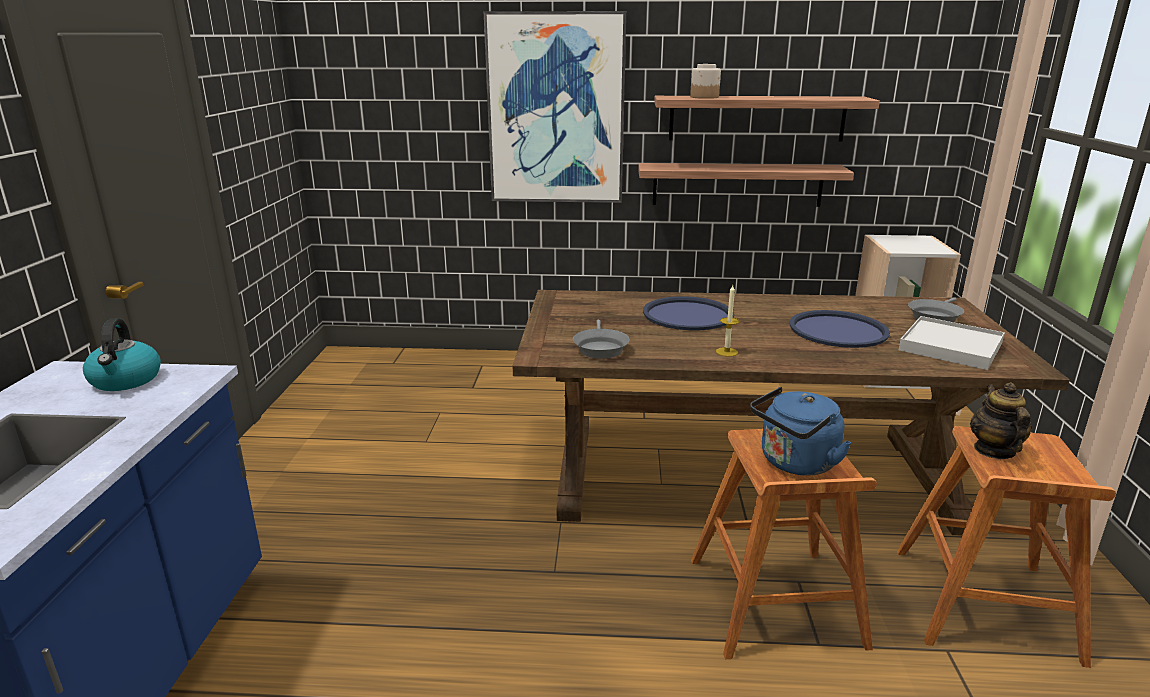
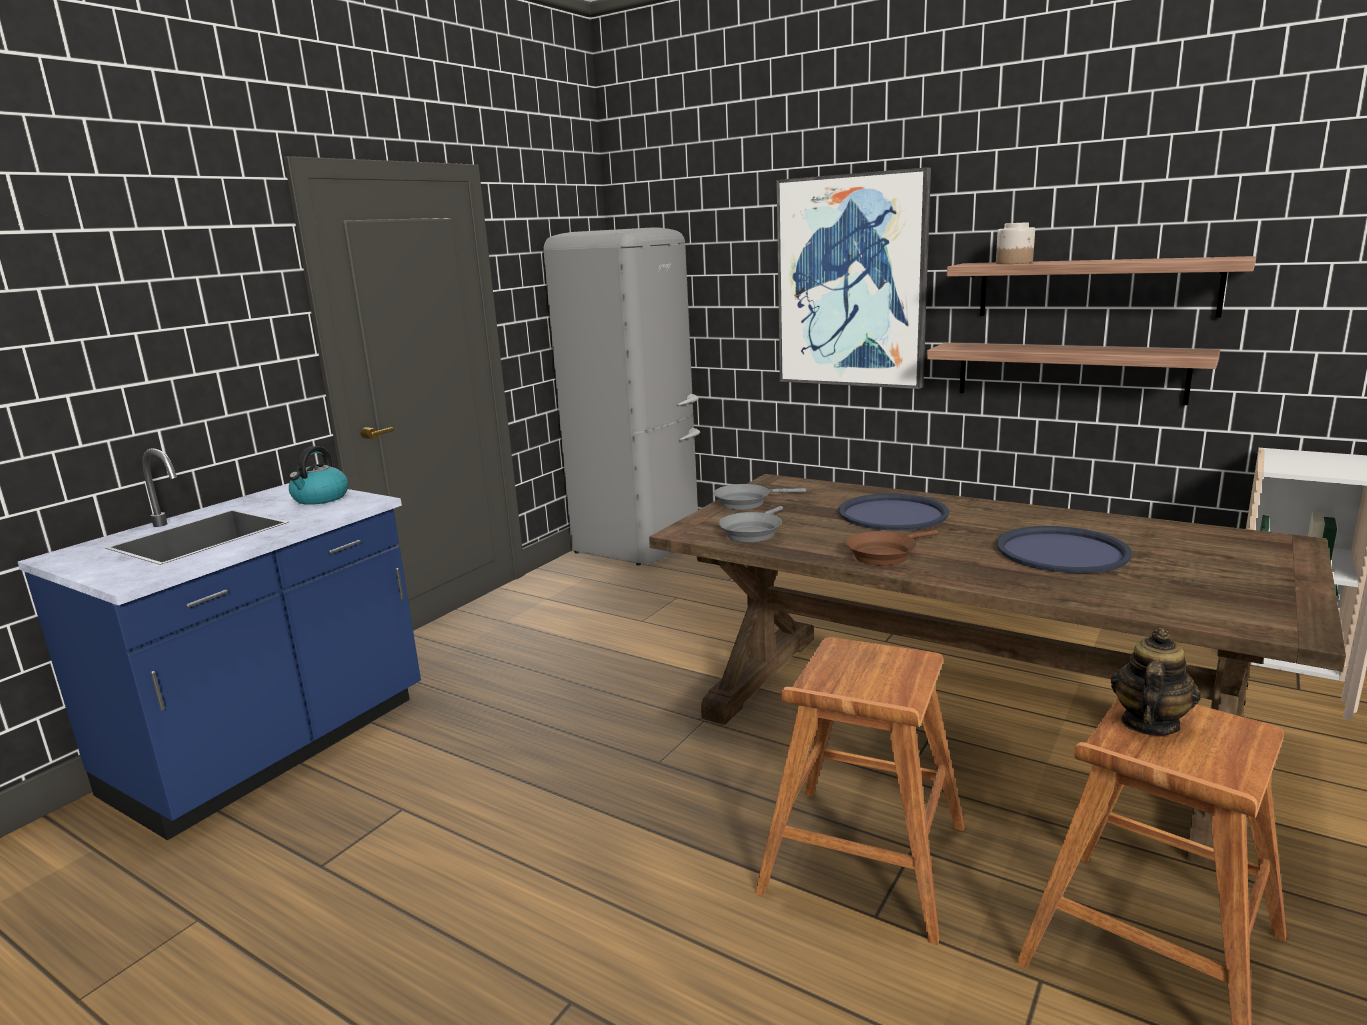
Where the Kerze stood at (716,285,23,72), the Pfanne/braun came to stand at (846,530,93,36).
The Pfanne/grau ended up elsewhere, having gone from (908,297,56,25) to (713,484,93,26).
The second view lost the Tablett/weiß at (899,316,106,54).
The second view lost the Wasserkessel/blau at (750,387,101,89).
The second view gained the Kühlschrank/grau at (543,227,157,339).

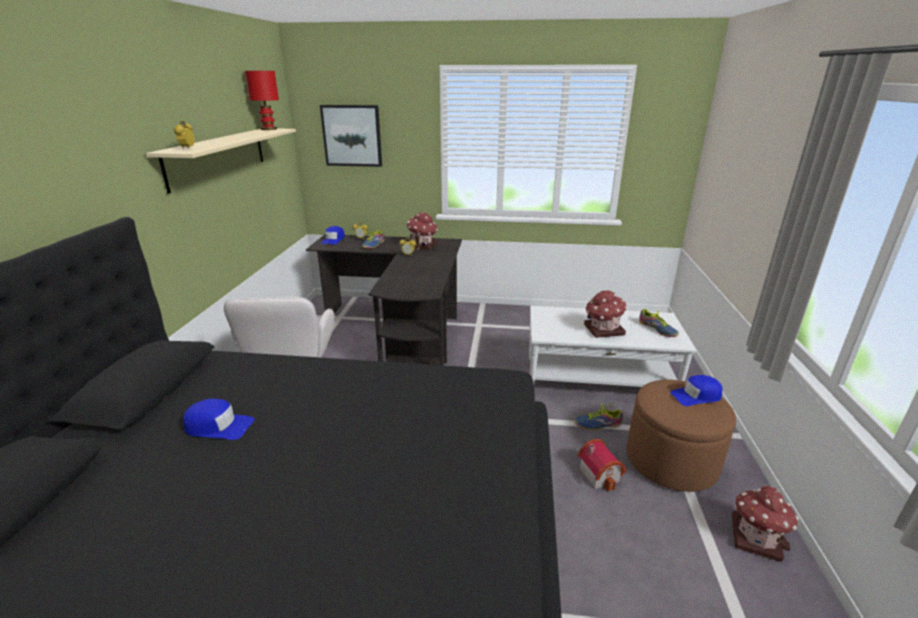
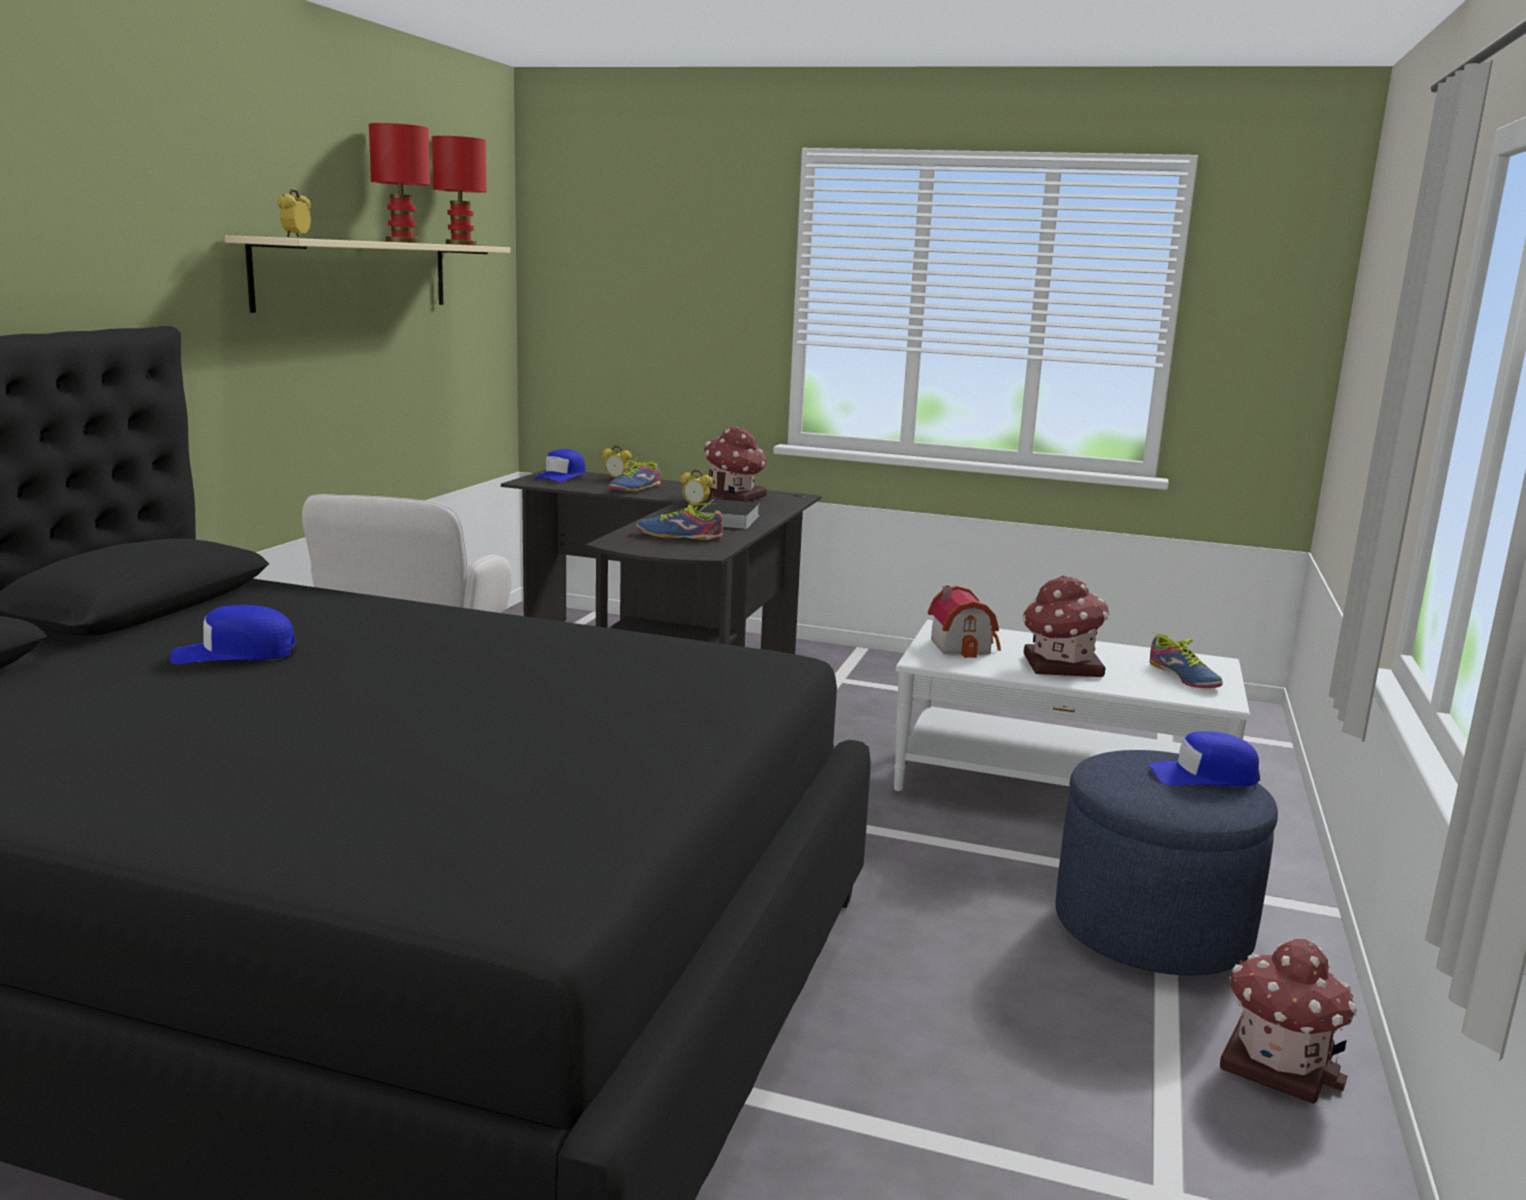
The second view lost the Bild at (320,105,62,62).
What was the Polsterhocker/braun at (627,380,109,112) turned into the Polsterhocker/blau at (1055,750,223,226).
The Kappe/blau at (183,398,71,42) ended up facing another way, 150 degrees clockwise from before.
The Schuh ended up elsewhere, having gone from (574,403,49,27) to (636,503,87,37).
The Spielzeughaus ended up elsewhere, having gone from (578,439,48,53) to (928,585,73,73).
The second view gained the Tischlampe/rot at (369,123,61,120).
The second view gained the Buch at (699,499,61,30).

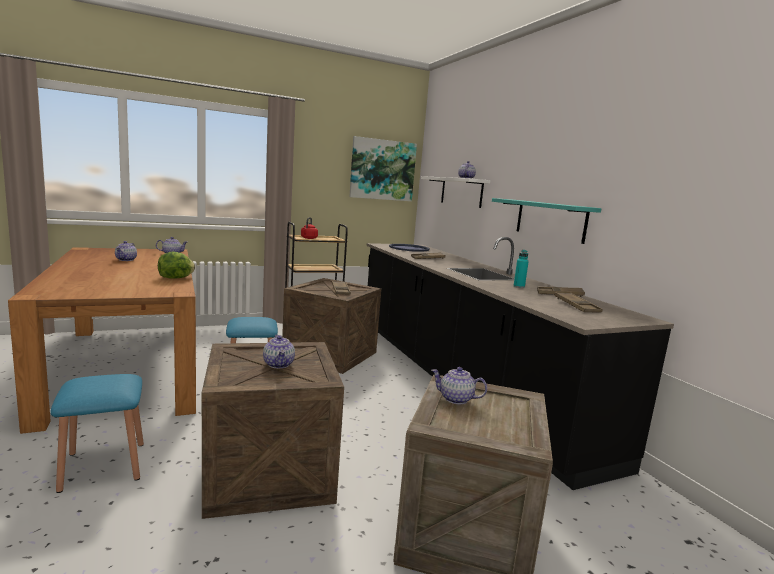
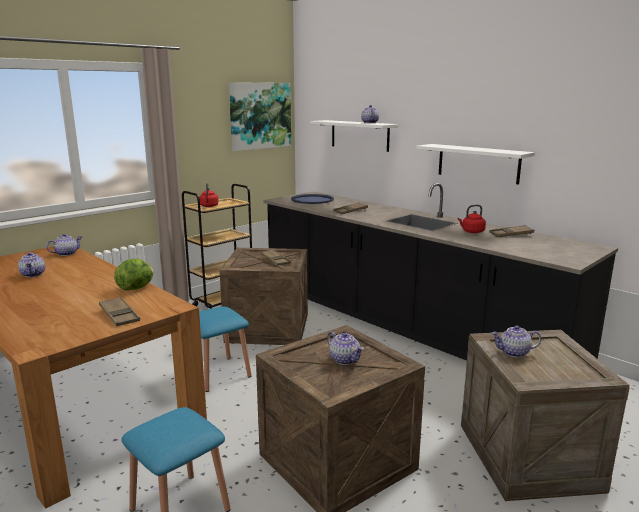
What was the Wandregal/türkis at (492,198,109,46) turned into the Wandregal/weiß at (416,144,119,41).
Where the Flasche/türkis stood at (514,250,15,38), the Wasserkessel/rot came to stand at (457,204,29,29).
The Tablett/braun ended up elsewhere, having gone from (554,292,49,20) to (99,297,41,29).

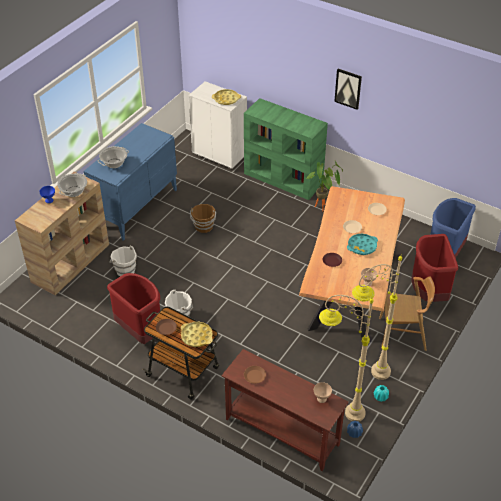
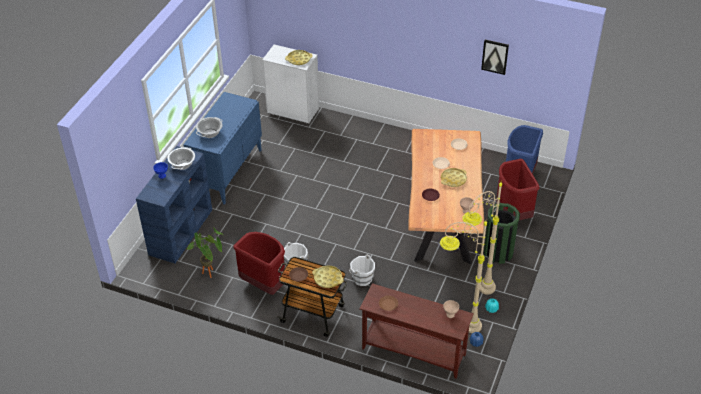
The Bild ended up elsewhere, having gone from (334,69,28,41) to (481,40,28,35).
The second view lost the Bücherregal/grün at (244,98,84,102).
The Topfpflanze ended up elsewhere, having gone from (307,161,36,50) to (187,227,37,51).
What was the Bücherregal/braun at (15,172,94,123) turned into the Bücherregal/blau at (136,146,76,117).
The second view lost the Eimer/braun at (190,204,26,29).
What was the Tablett/türkis at (347,234,31,21) turned into the Tablett/gelb at (441,168,26,19).
The Eimer/weiß ended up elsewhere, having gone from (109,245,28,31) to (349,254,26,32).
Where the Stuhl/braun stood at (379,276,56,75), the Mülleimer/grün came to stand at (484,203,36,61).

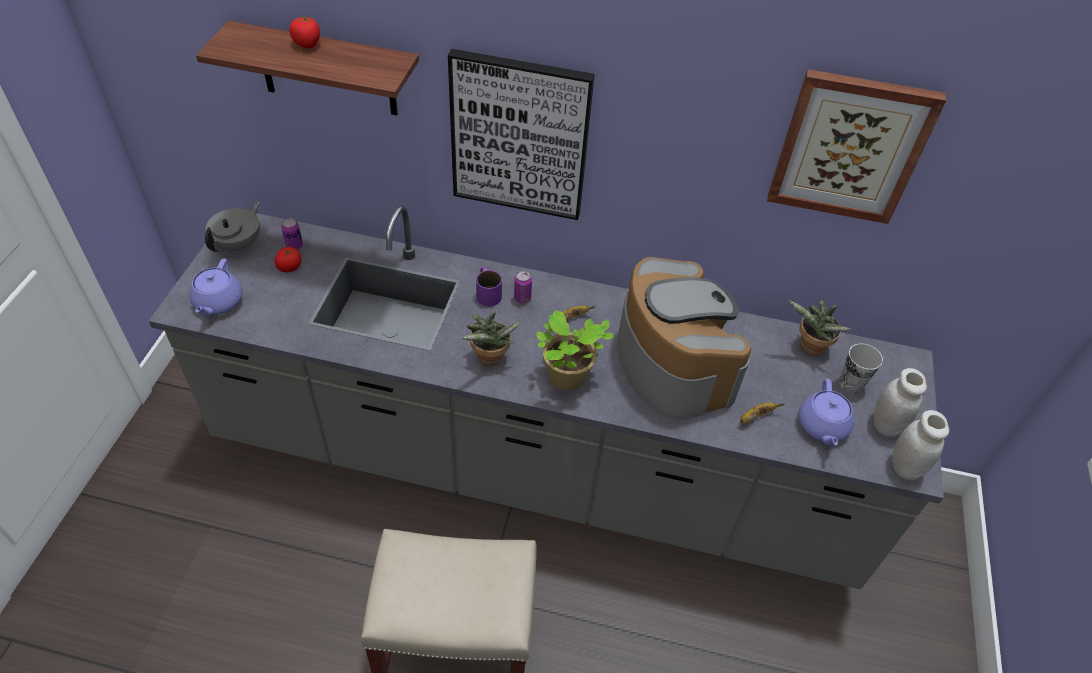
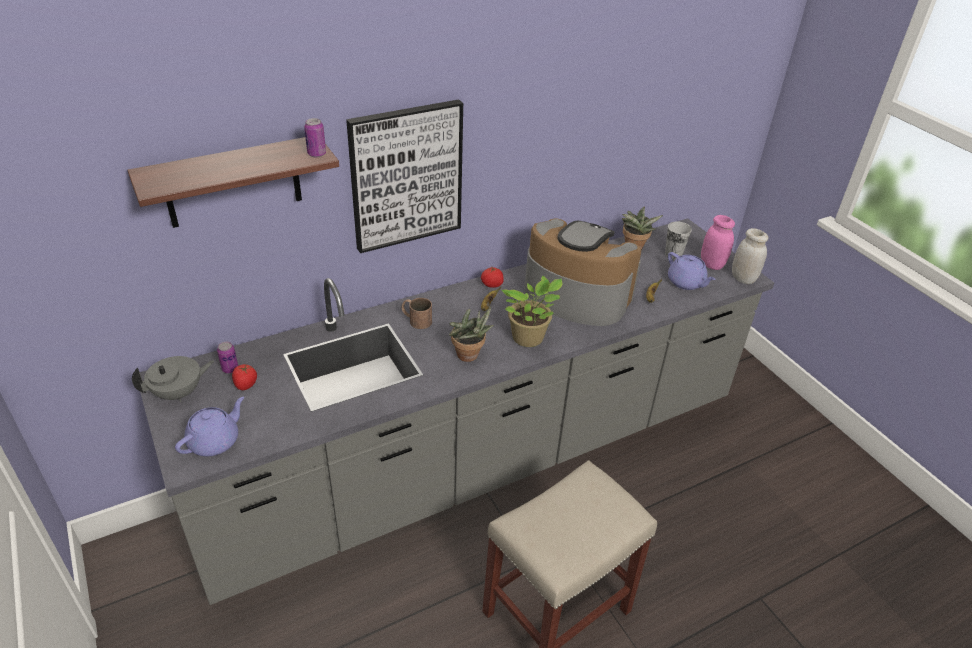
The Tomate ended up elsewhere, having gone from (289,16,31,32) to (481,267,23,21).
The second view lost the Bild at (767,69,179,155).
The Teekanne/grau at (205,202,55,50) ended up facing another way, 75 degrees clockwise from before.
The Teekanne/lila at (189,259,53,57) ended up facing another way, 105 degrees counterclockwise from before.
What was the Henkelbecher/lila at (476,267,26,40) turned into the Henkelbecher/braun at (402,298,30,31).
The Dose ended up elsewhere, having gone from (514,271,18,32) to (304,118,22,39).
What was the Vorratsglas/weiß at (874,368,53,69) turned into the Vorratsglas/rosa at (701,215,34,55).

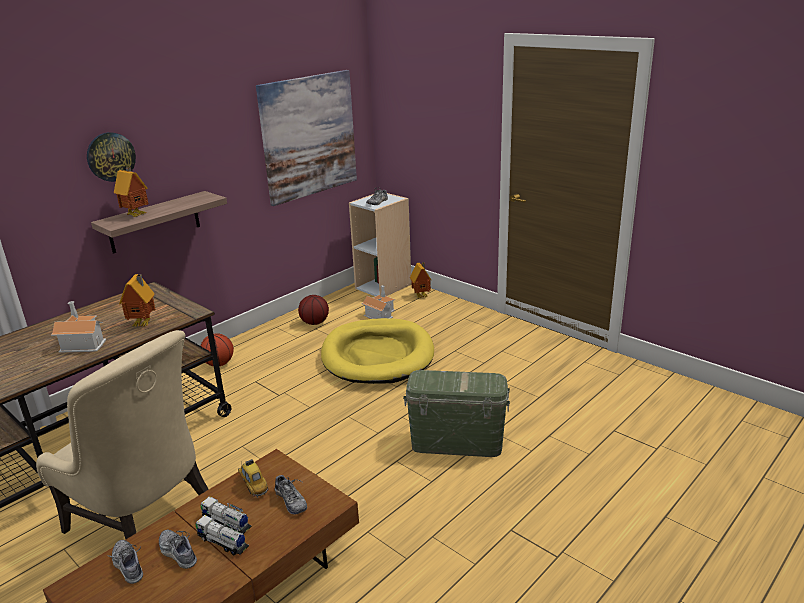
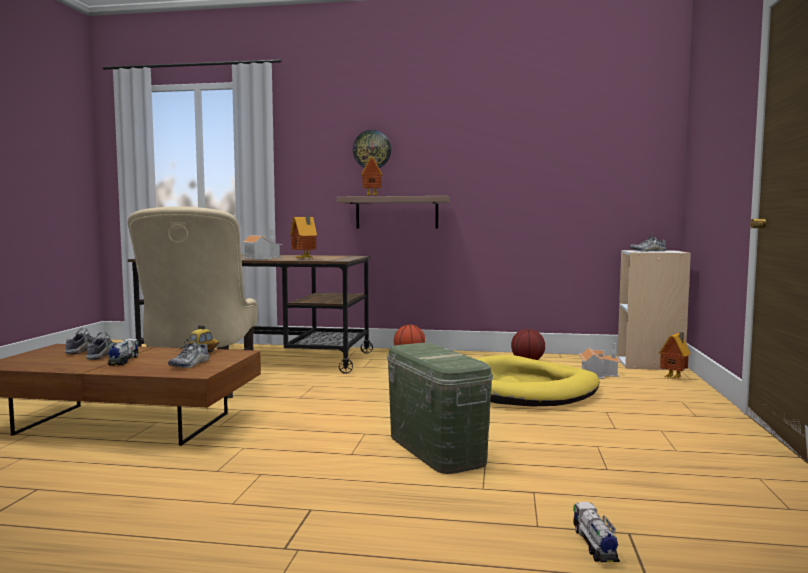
The second view lost the Bild at (256,70,101,136).
The Spielzeuglaster ended up elsewhere, having gone from (200,496,52,38) to (573,502,47,60).

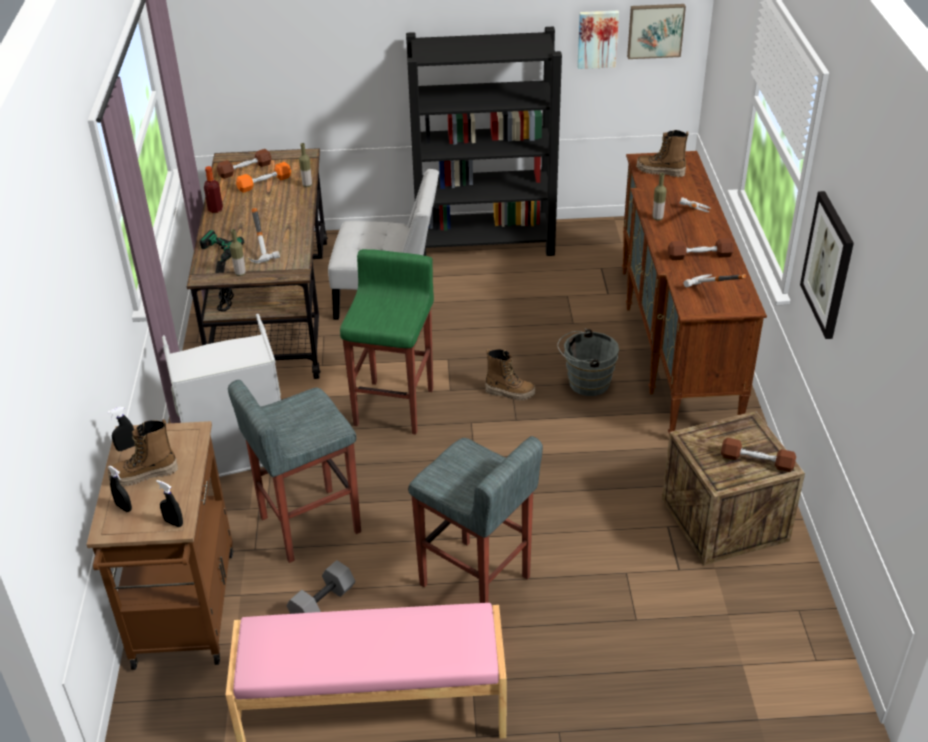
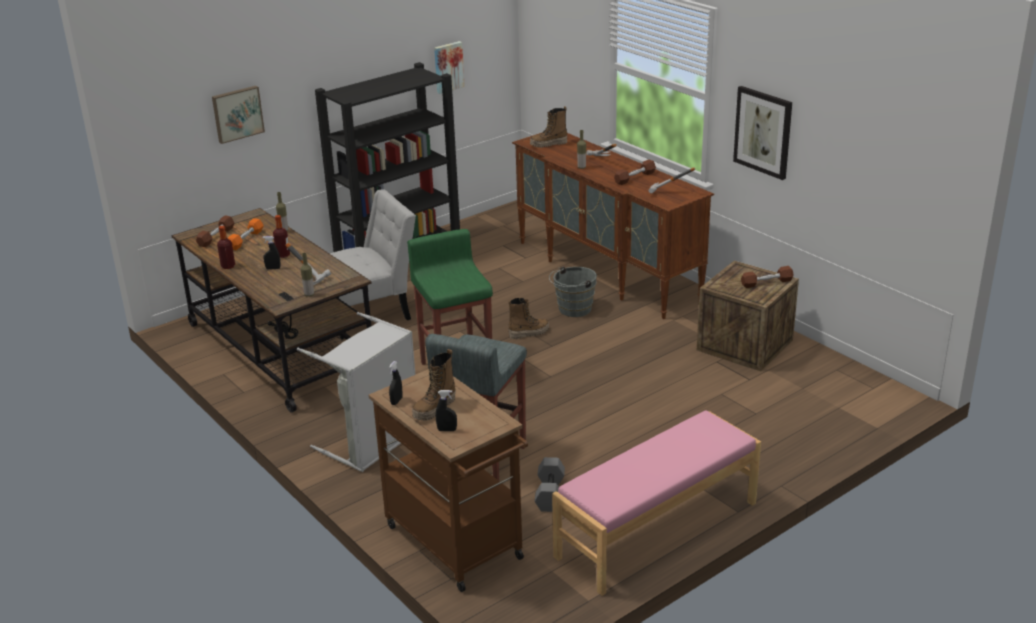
The Bild ended up elsewhere, having gone from (627,4,59,55) to (212,86,53,58).
The second view lost the Bohrmaschine at (200,230,44,35).
The second view lost the Hocker/grau at (408,436,135,167).
The Sprühflasche/schwarz ended up elsewhere, having gone from (156,480,27,47) to (263,236,17,34).
The second view gained the Flasche at (273,215,17,43).

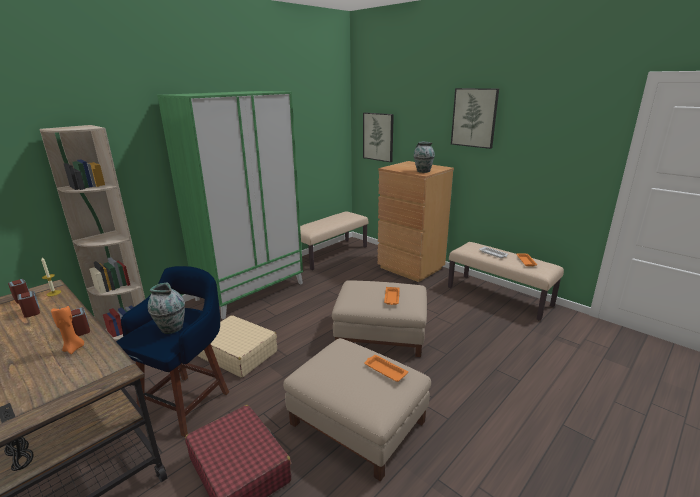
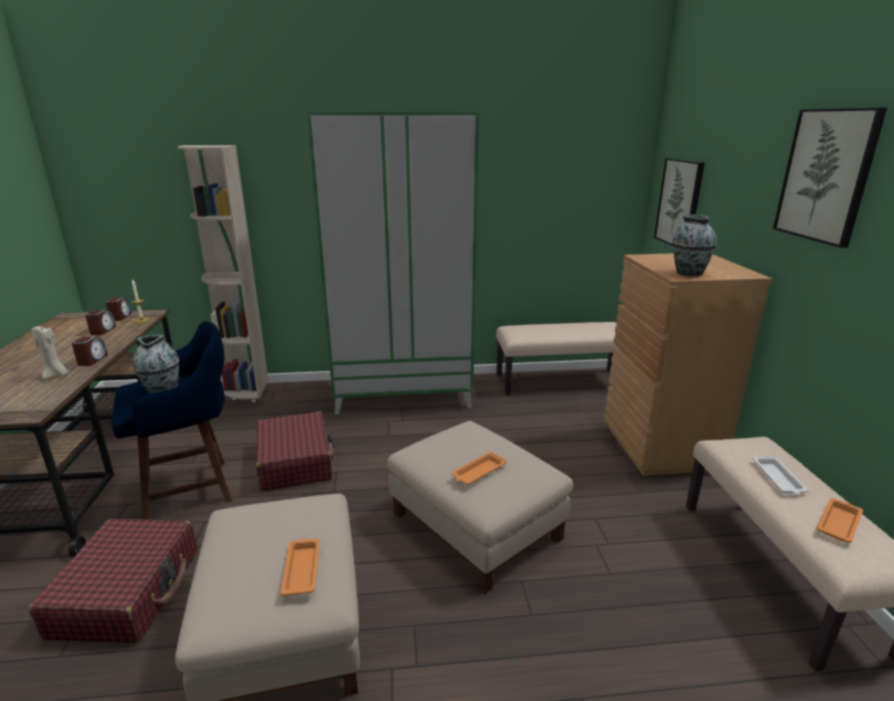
What was the Kerze/orange at (51,306,33,48) turned into the Kerze/beige at (32,326,35,53).
What was the Koffer/beige at (198,315,79,63) turned into the Koffer/rot at (256,411,77,80).

